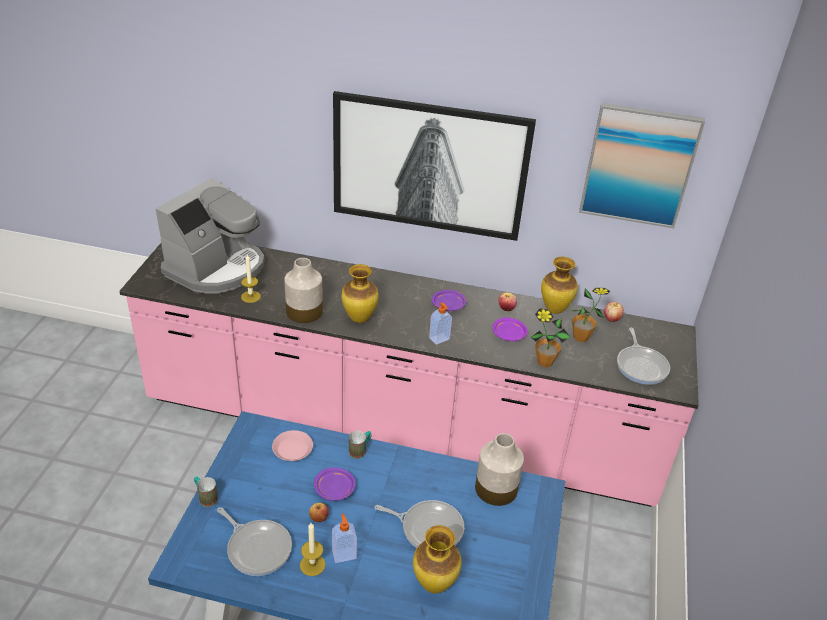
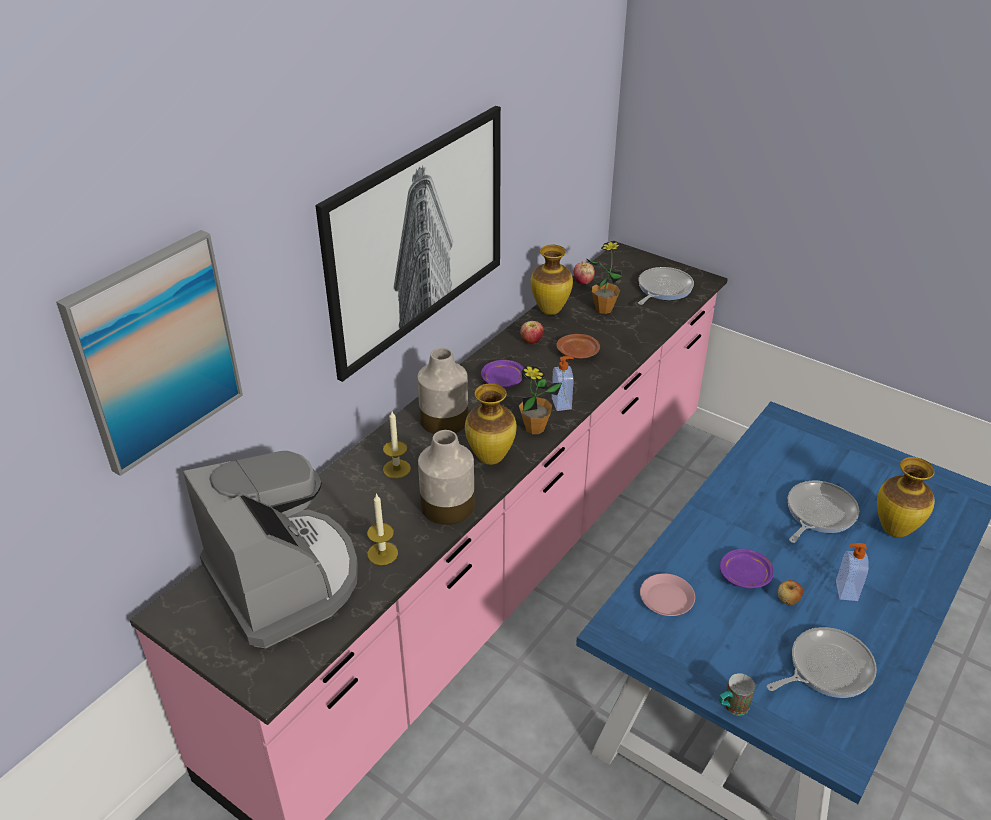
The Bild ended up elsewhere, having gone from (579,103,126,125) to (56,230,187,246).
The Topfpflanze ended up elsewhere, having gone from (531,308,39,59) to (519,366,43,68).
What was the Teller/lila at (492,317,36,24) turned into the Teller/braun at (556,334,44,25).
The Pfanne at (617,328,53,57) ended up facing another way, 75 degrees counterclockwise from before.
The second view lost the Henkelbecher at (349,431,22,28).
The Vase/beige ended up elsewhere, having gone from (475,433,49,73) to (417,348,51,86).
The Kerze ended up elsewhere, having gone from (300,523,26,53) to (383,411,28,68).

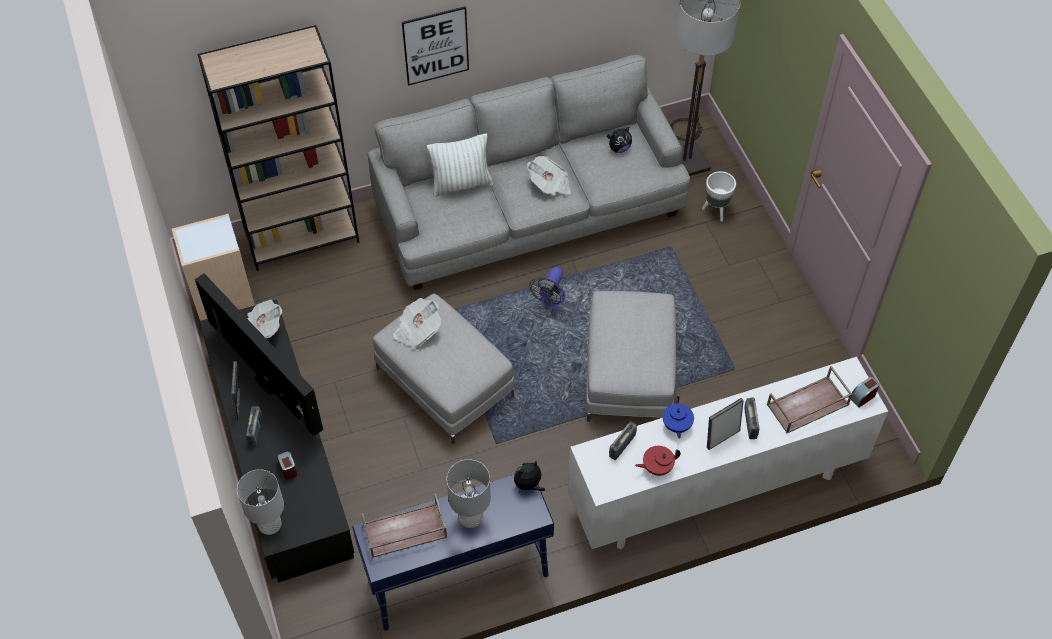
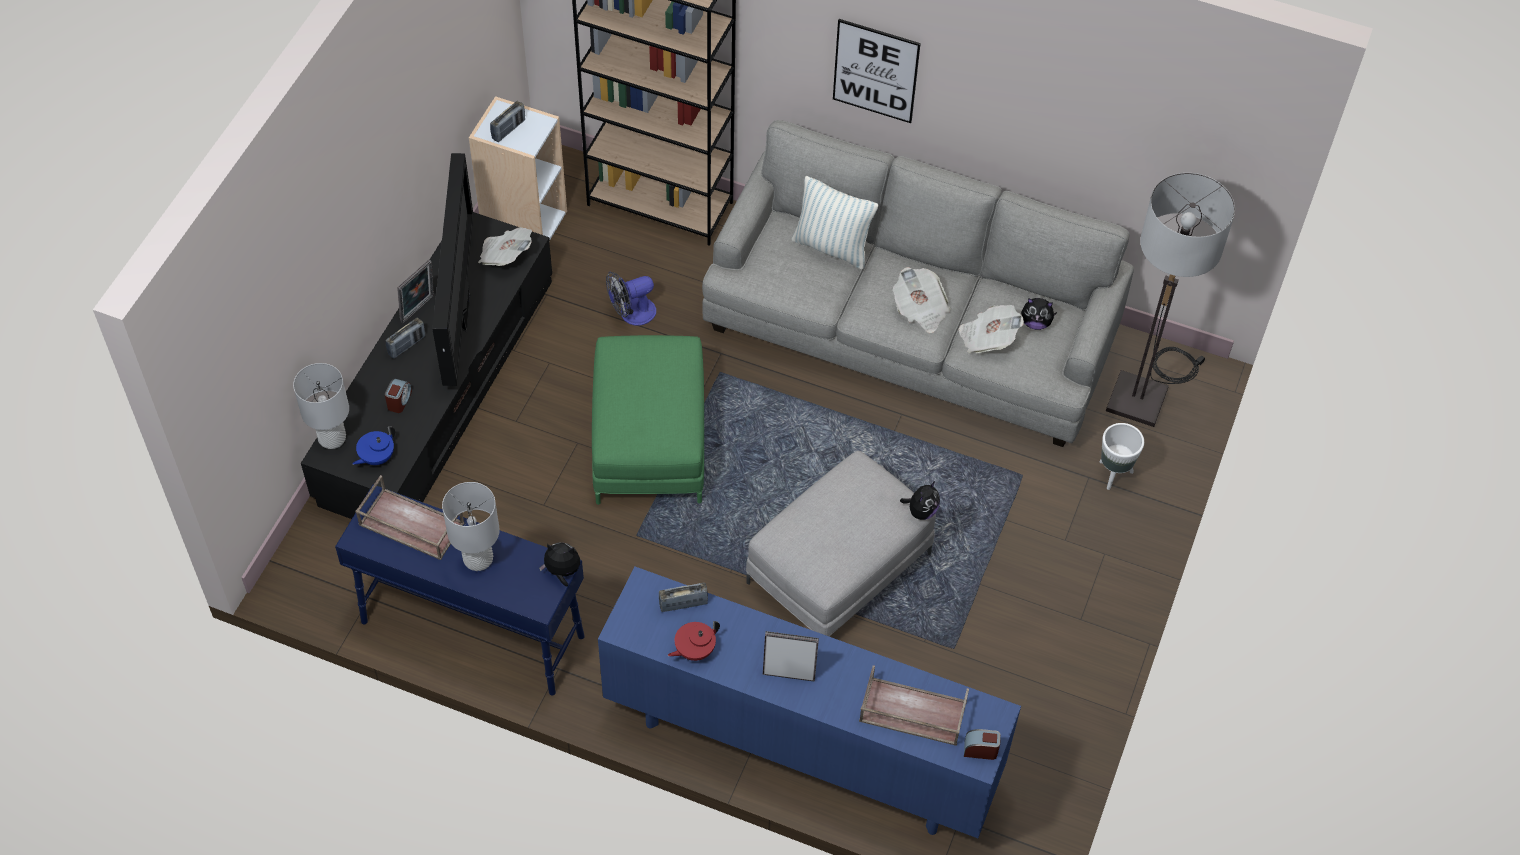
The Ventilator ended up elsewhere, having gone from (529,267,37,40) to (606,272,50,54).
What was the Polsterhocker/grau at (373,294,142,150) turned into the Polsterhocker/grün at (592,335,112,170).
The Zeitung ended up elsewhere, having gone from (393,298,48,51) to (958,305,66,48).
What was the Schrank/weiß at (568,357,320,192) turned into the Schrank/blau at (598,567,423,271).
The Teekanne/blau ended up elsewhere, having gone from (663,396,31,43) to (352,426,43,39).
The Radio ended up elsewhere, having gone from (744,397,16,42) to (490,101,35,41).
The Teekanne/rot at (635,446,46,30) ended up facing another way, 60 degrees counterclockwise from before.
The second view gained the Plüschtier at (900,481,40,39).

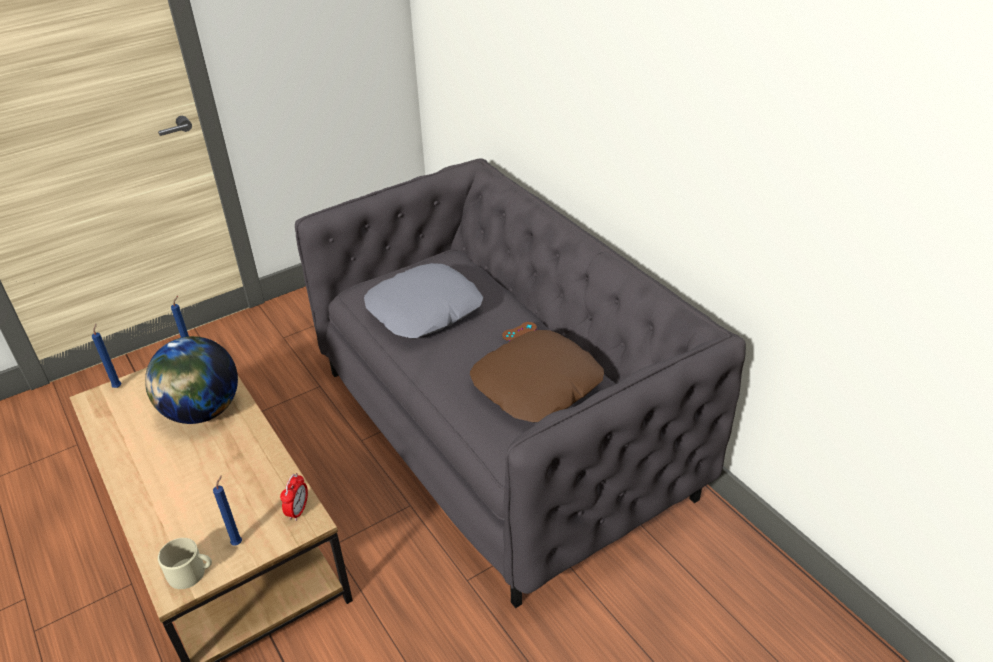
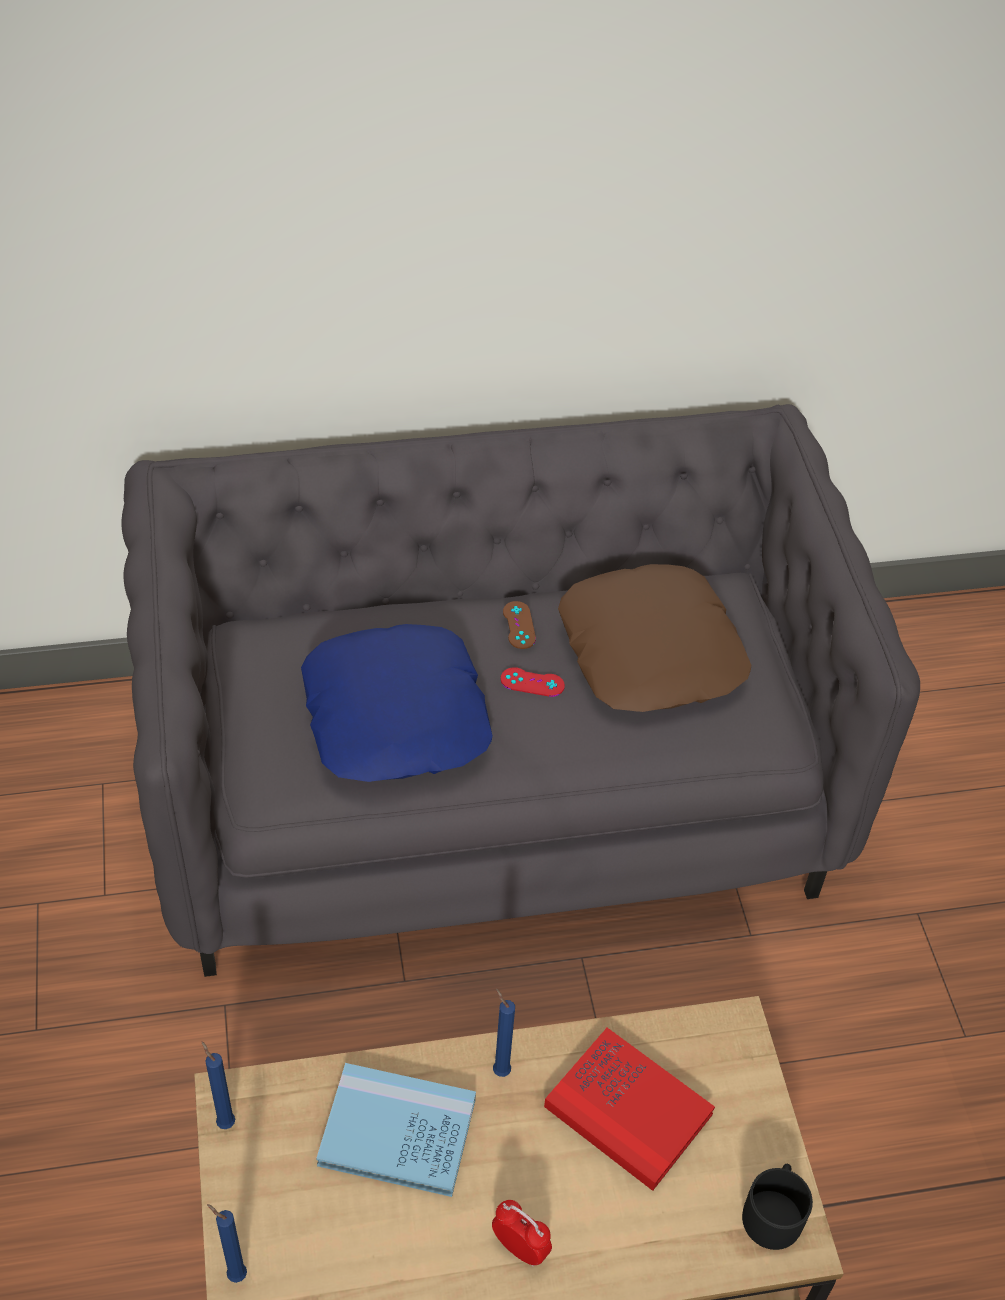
What was the Kissen/grau at (364,263,119,76) turned into the Kissen/blau at (301,624,191,158).
Where the Globus stood at (145,336,93,88), the Buch/blau came to stand at (316,1063,160,134).
The Wecker ended up elsewhere, having gone from (280,473,28,48) to (492,1200,60,67).
The Kerze/blau ended up elsewhere, having gone from (213,475,29,71) to (493,988,22,89).
What was the Henkelbecher/beige at (158,538,54,51) turned into the Henkelbecher/schwarz at (742,1164,71,86).
The second view gained the Gamepad/rot at (501,667,64,30).
The second view gained the Buch/rot at (544,1028,171,163).

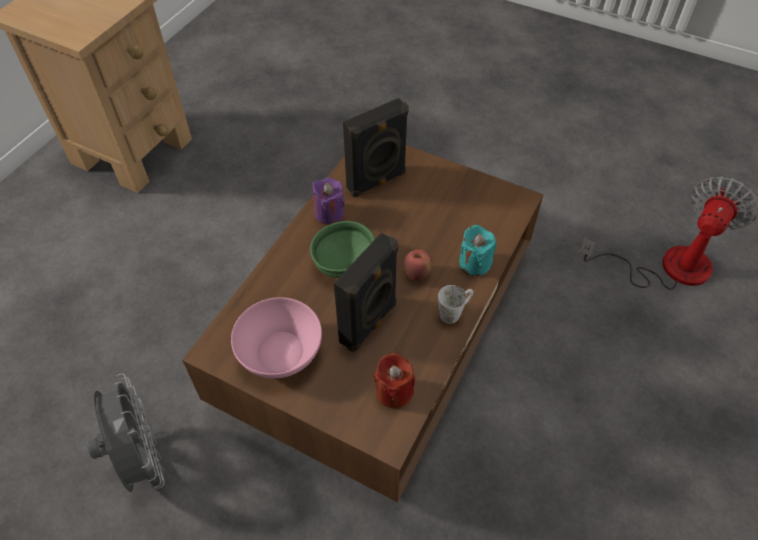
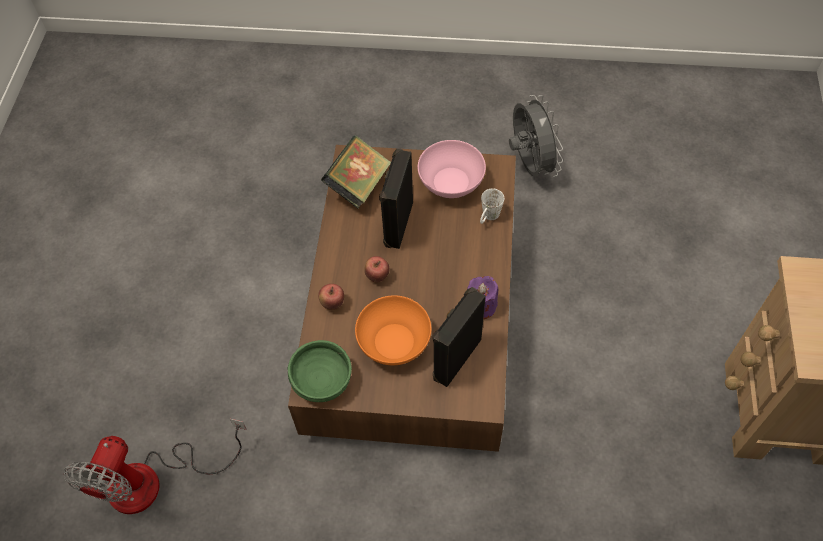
The Schüssel/grün ended up elsewhere, having gone from (310,221,65,57) to (288,340,64,62).
Where the Kerze/türkis stood at (459,224,37,52), the Apfel came to stand at (318,284,26,26).
The Henkelbecher/weiß ended up elsewhere, having gone from (438,285,35,39) to (480,189,24,35).
Where the Kerze/rot stood at (374,353,41,56), the Buch came to stand at (321,135,70,74).
The Ventilator/grau at (87,373,78,119) ended up facing another way, 150 degrees counterclockwise from before.
The second view gained the Schüssel/orange at (355,295,76,70).

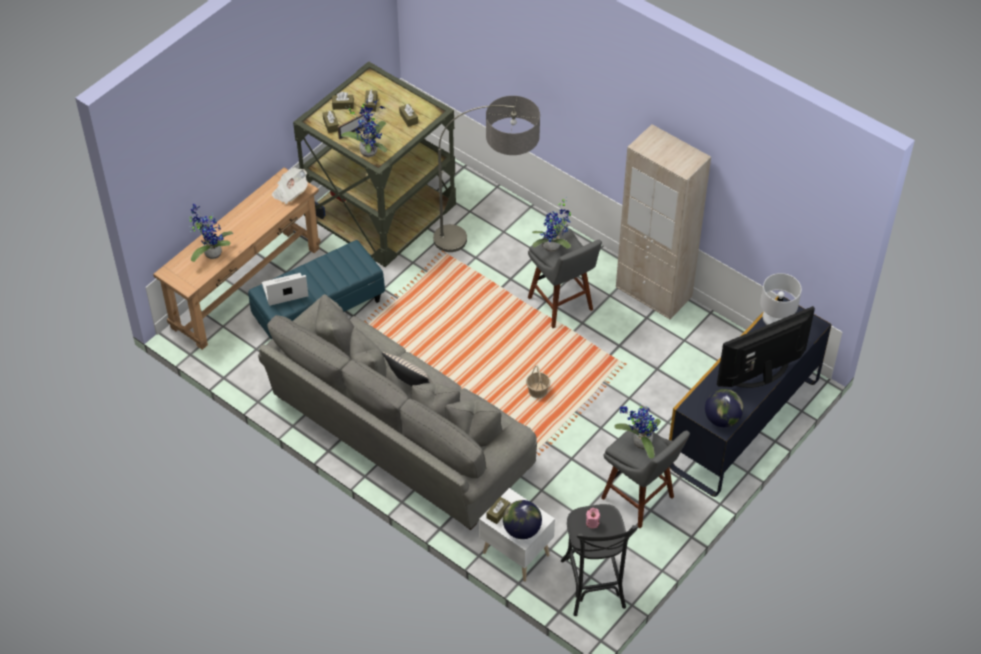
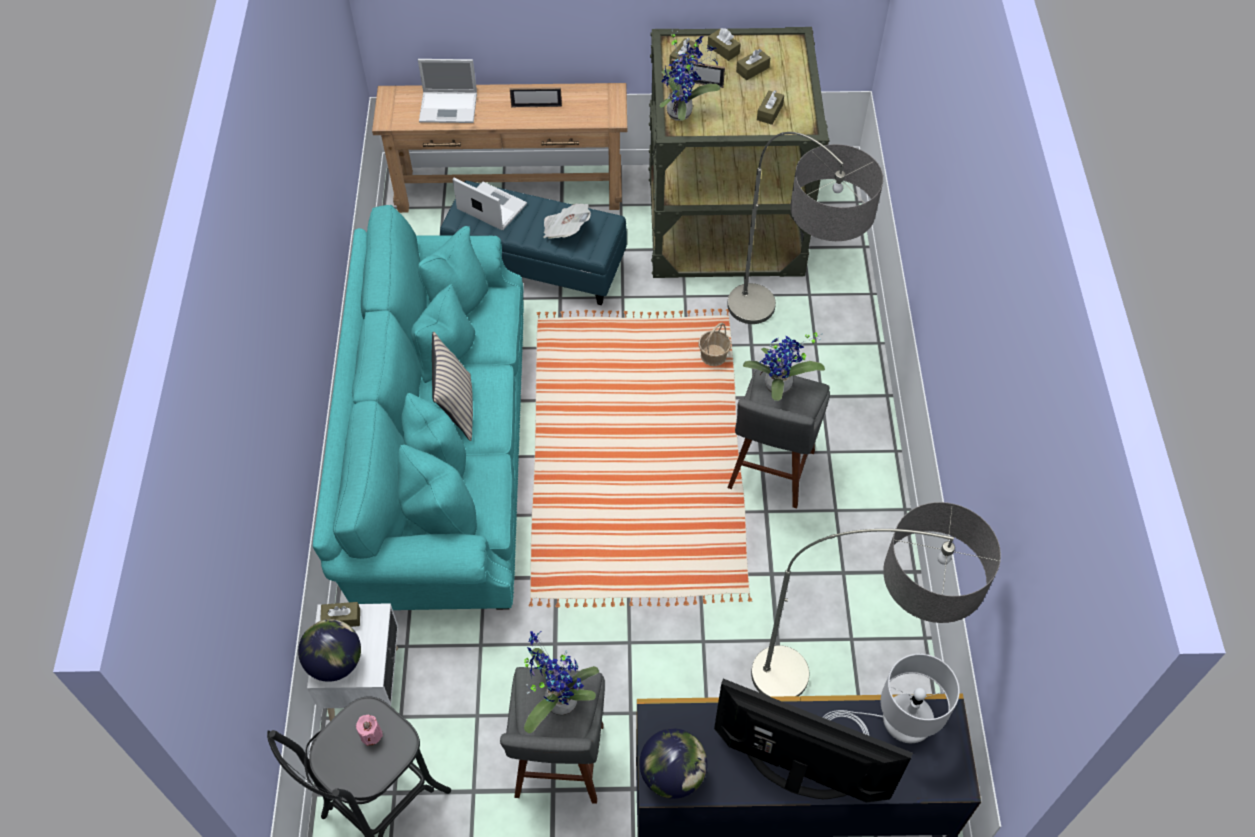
The second view lost the Schrank/beige at (616,124,95,195).
The Zeitung ended up elsewhere, having gone from (272,167,36,37) to (543,204,48,35).
Where the Topfpflanze stood at (189,204,44,58), the Laptop came to stand at (418,59,59,64).
What was the Sofa/grau at (258,294,279,236) turned into the Sofa/türkis at (313,205,211,405).
The Korb ended up elsewhere, having gone from (526,365,24,33) to (698,323,33,43).
The second view gained the Bilderrahmen at (510,87,52,20).
The second view gained the Stehlampe at (751,502,250,195).

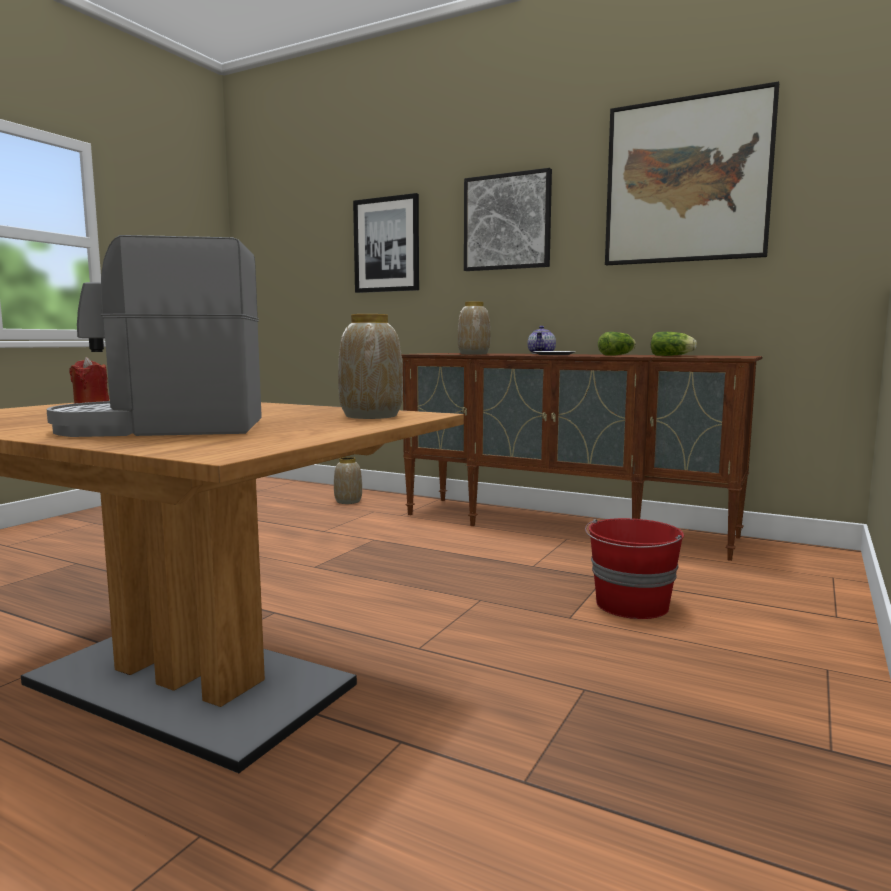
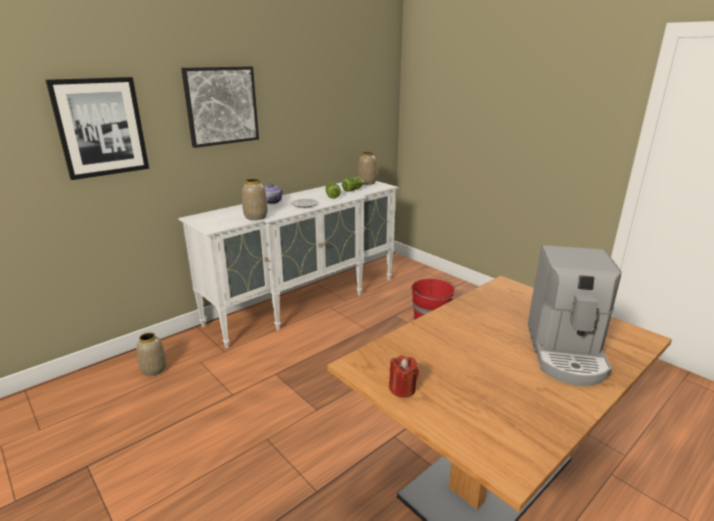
The second view lost the Bild at (605,81,174,184).
The Vase ended up elsewhere, having gone from (338,314,65,105) to (358,152,19,33).
What was the Schrank/braun at (401,353,361,208) turned into the Schrank/weiß at (178,181,221,168).

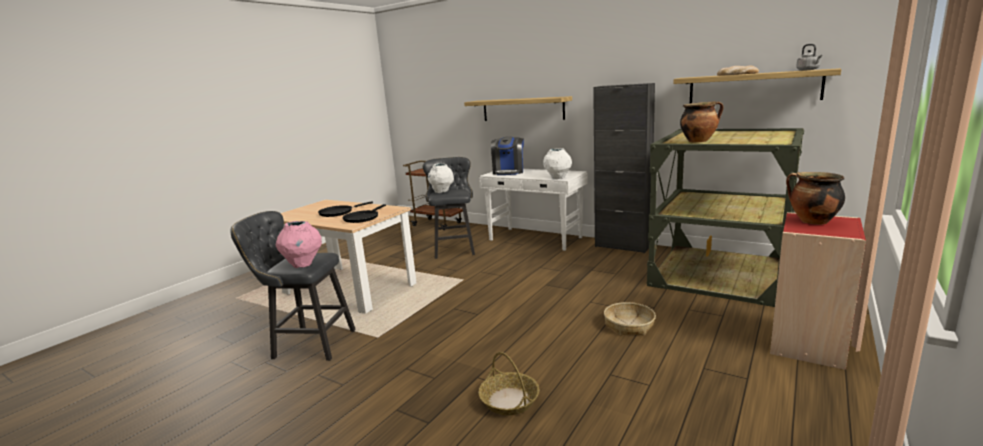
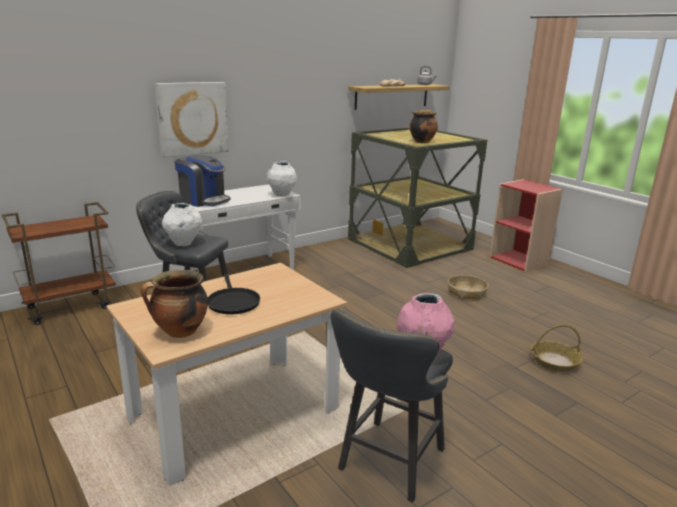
The second view lost the Schrank/schwarz at (593,83,62,170).
Where the Wandregal hung at (464,96,108,25), the Bild came to hang at (155,82,74,76).
The Kochtopf ended up elsewhere, having gone from (786,172,59,52) to (141,270,67,68).
The second view lost the Pfanne/schwarz at (342,204,44,19).

